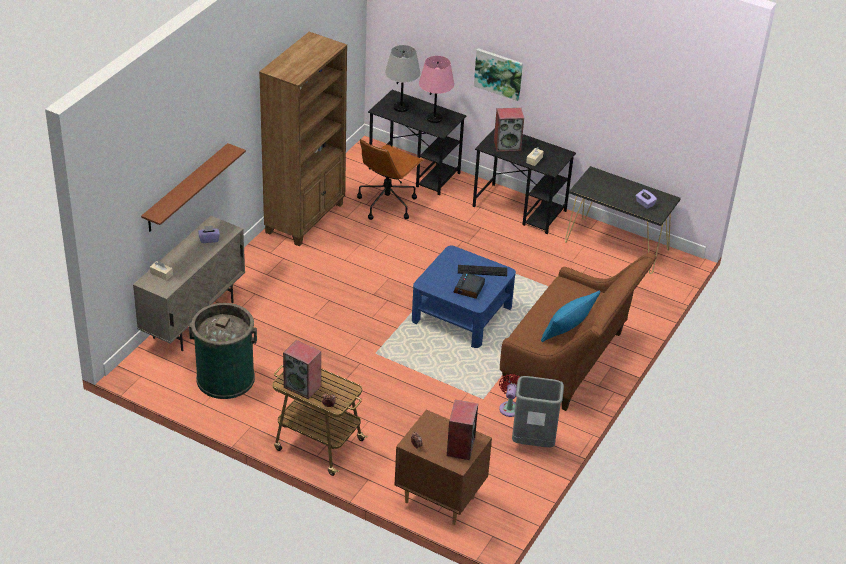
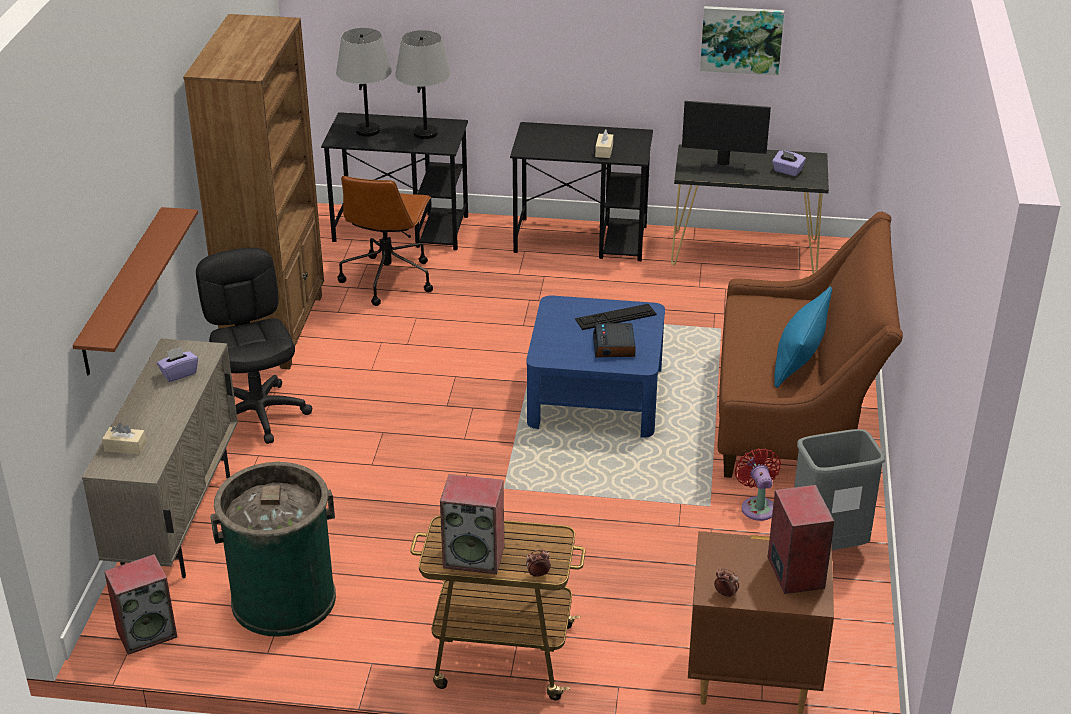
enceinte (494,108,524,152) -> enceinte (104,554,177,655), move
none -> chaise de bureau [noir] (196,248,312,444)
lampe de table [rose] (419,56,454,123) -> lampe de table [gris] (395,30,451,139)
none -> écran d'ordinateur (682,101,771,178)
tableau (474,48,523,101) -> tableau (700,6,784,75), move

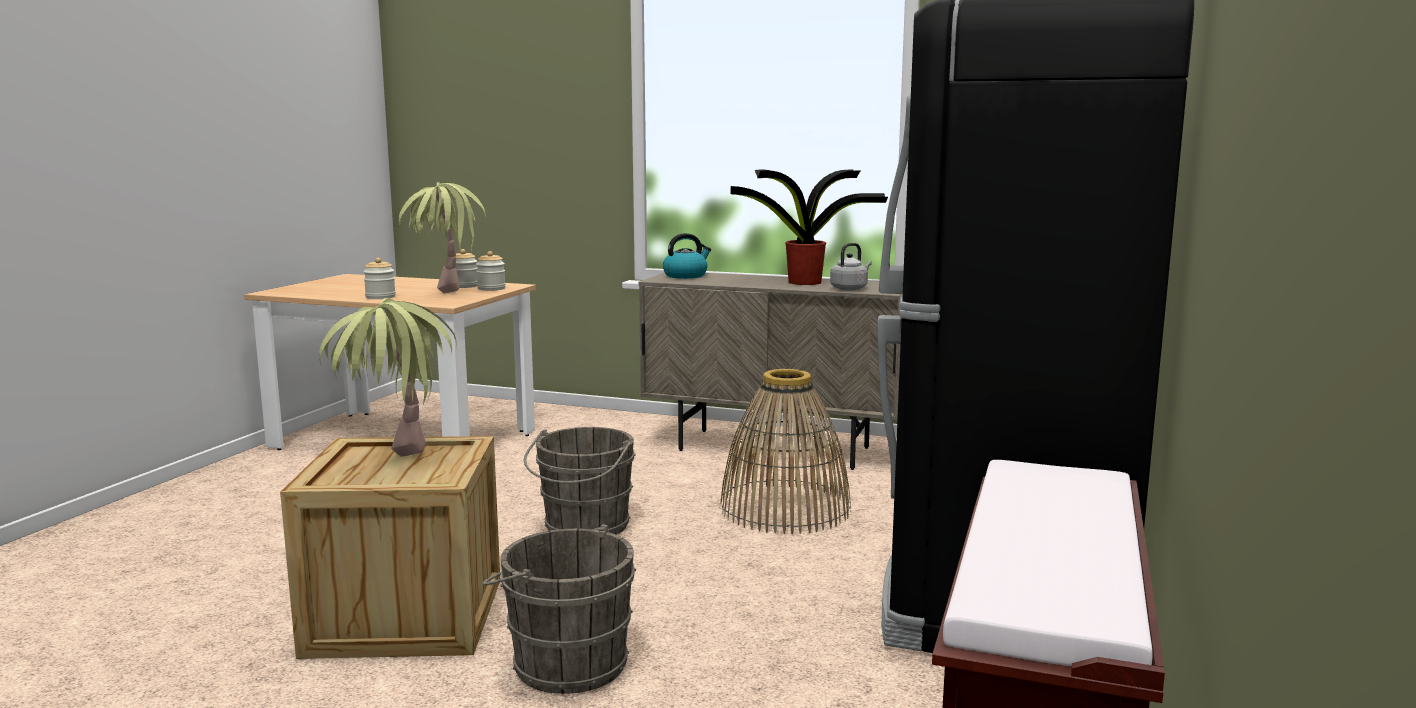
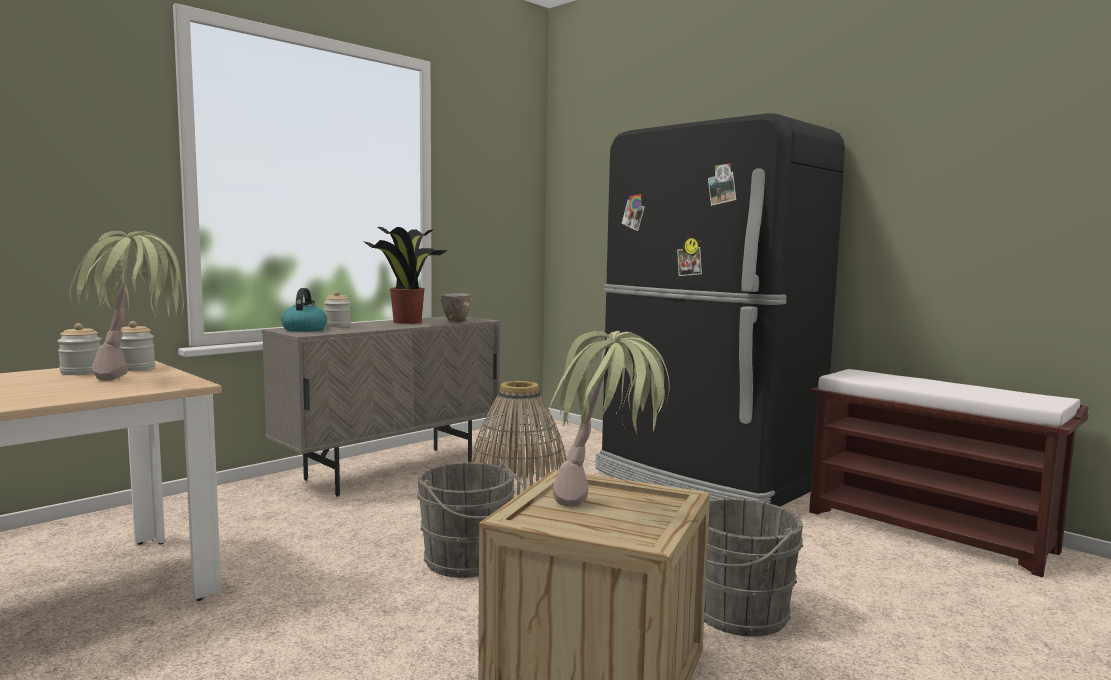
bocal (363,258,396,299) -> bocal (324,291,351,327), move
bouilloire [gris] (830,243,872,290) -> bol (439,293,473,322)

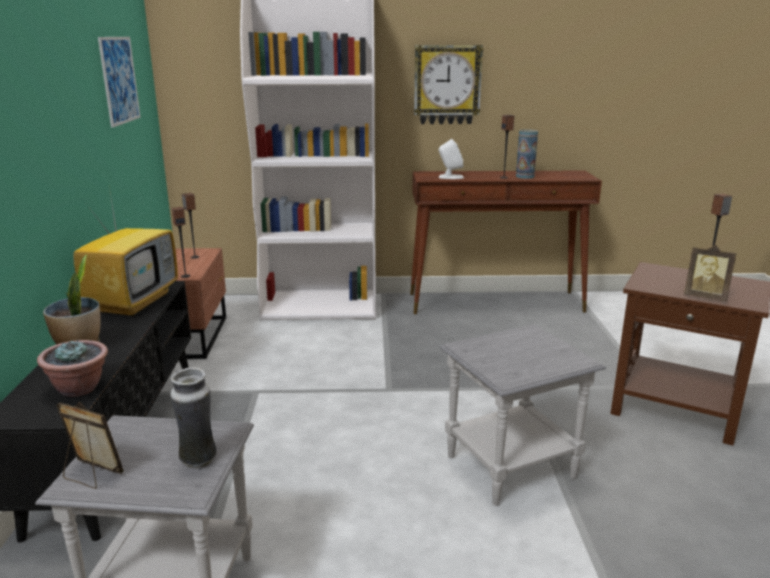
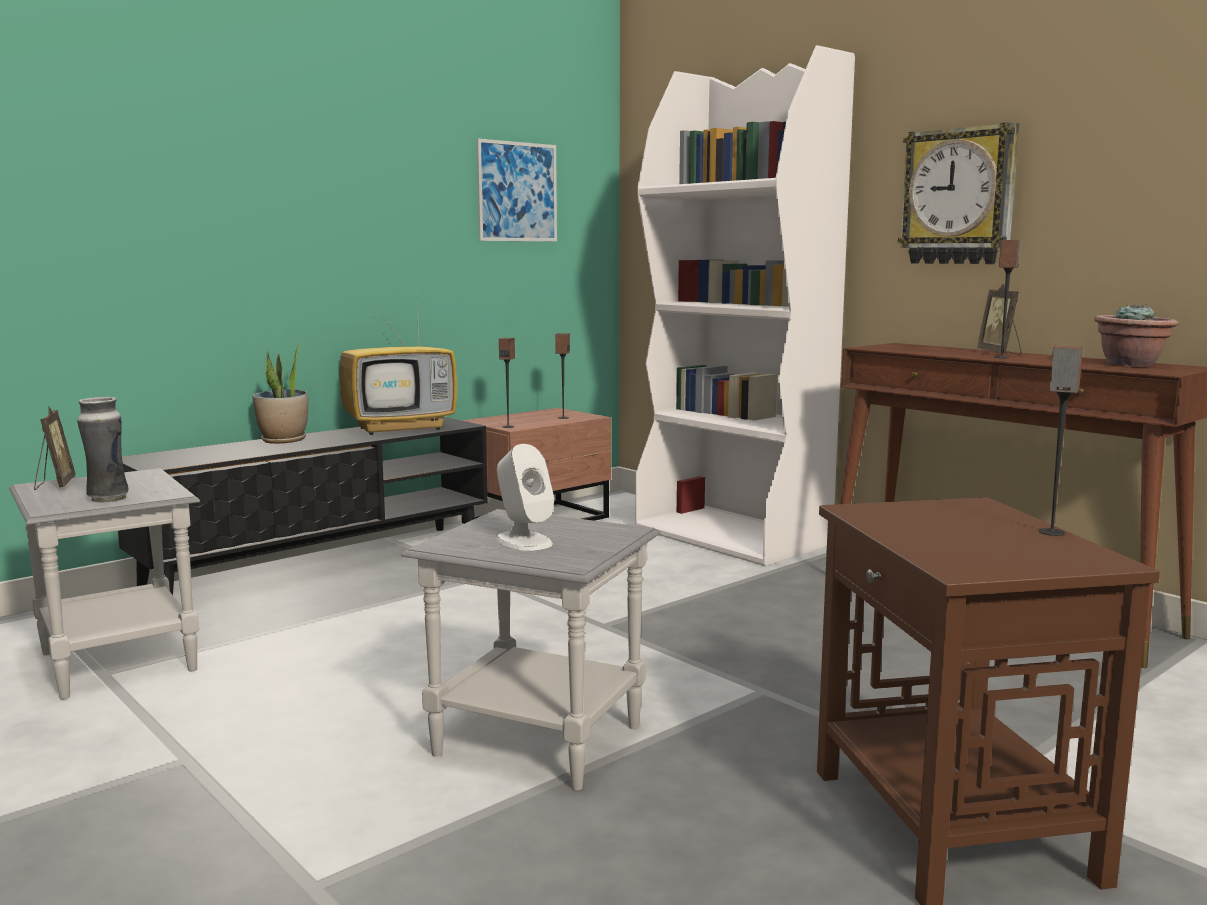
enceinte [blanc] (439,139,464,179) -> enceinte [blanc] (496,444,555,551), move
cadre photo (684,245,736,301) -> cadre photo (977,283,1022,355), move
plante en pot (37,339,108,397) -> plante en pot (1094,304,1178,367), move
vase (516,129,538,179) -> none

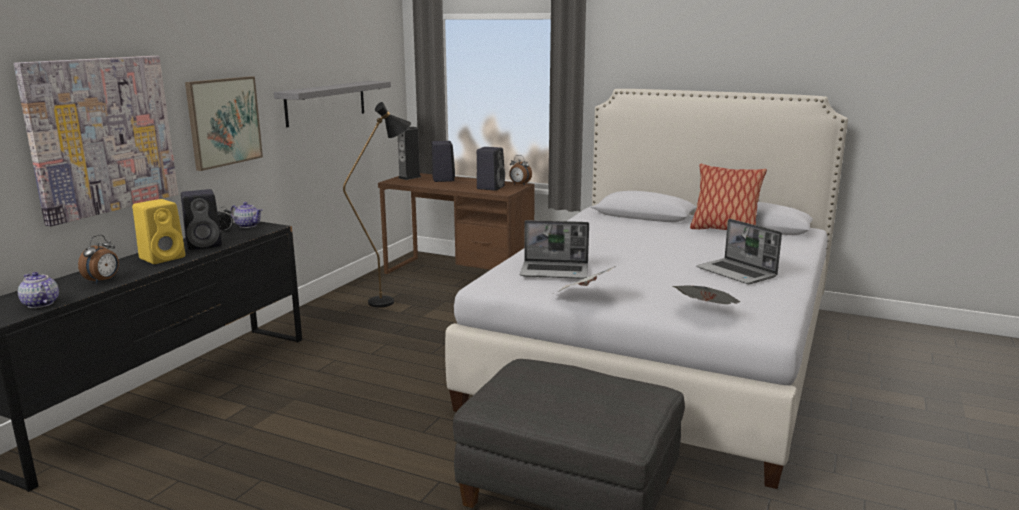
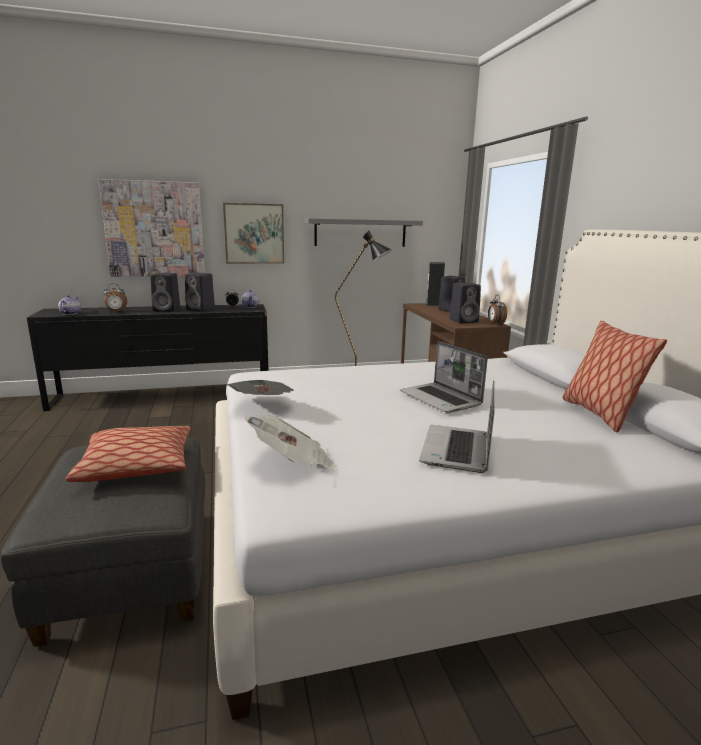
none -> coussin (65,426,191,482)
enceinte [jaune] (132,199,185,264) -> enceinte [noir] (150,273,180,312)
ordinateur portable (520,220,589,279) -> ordinateur portable (400,341,488,413), move

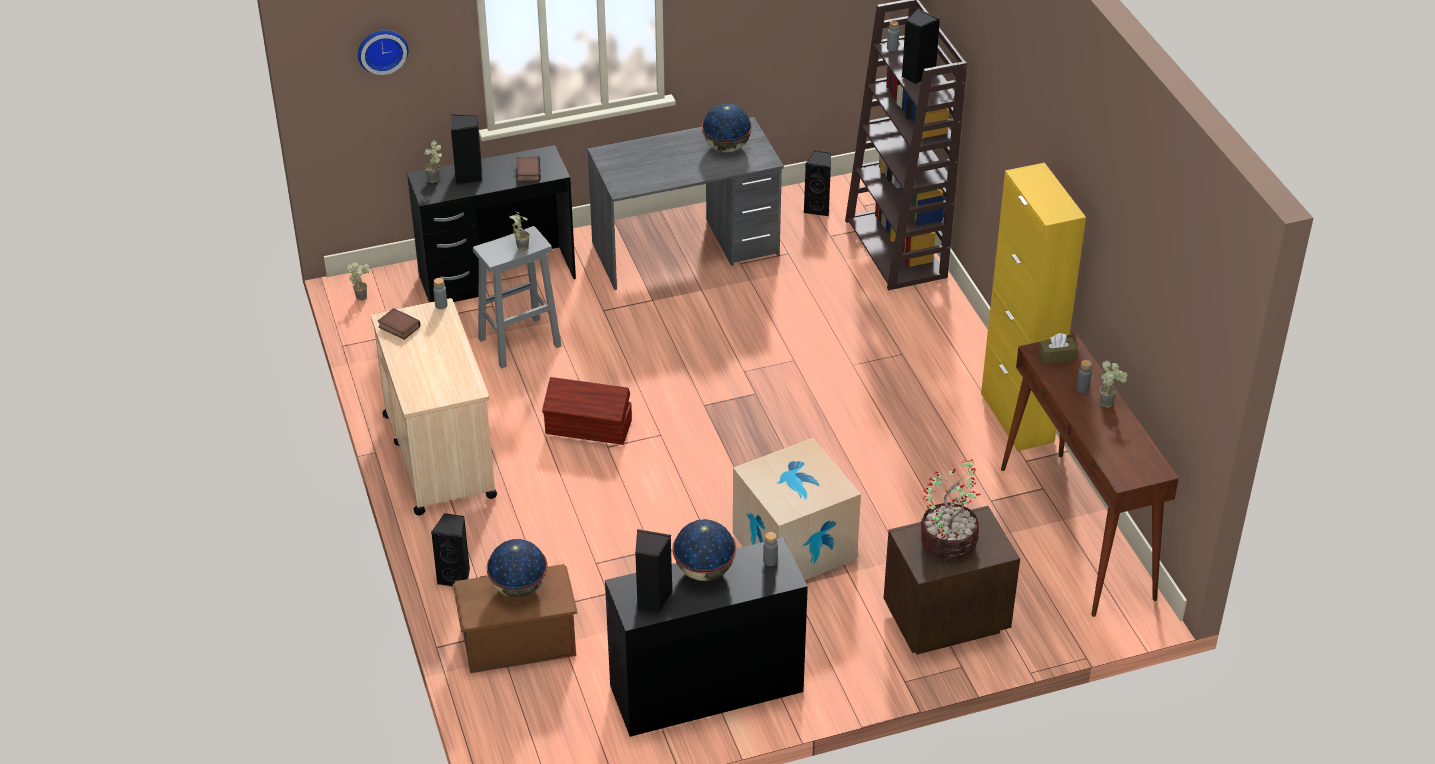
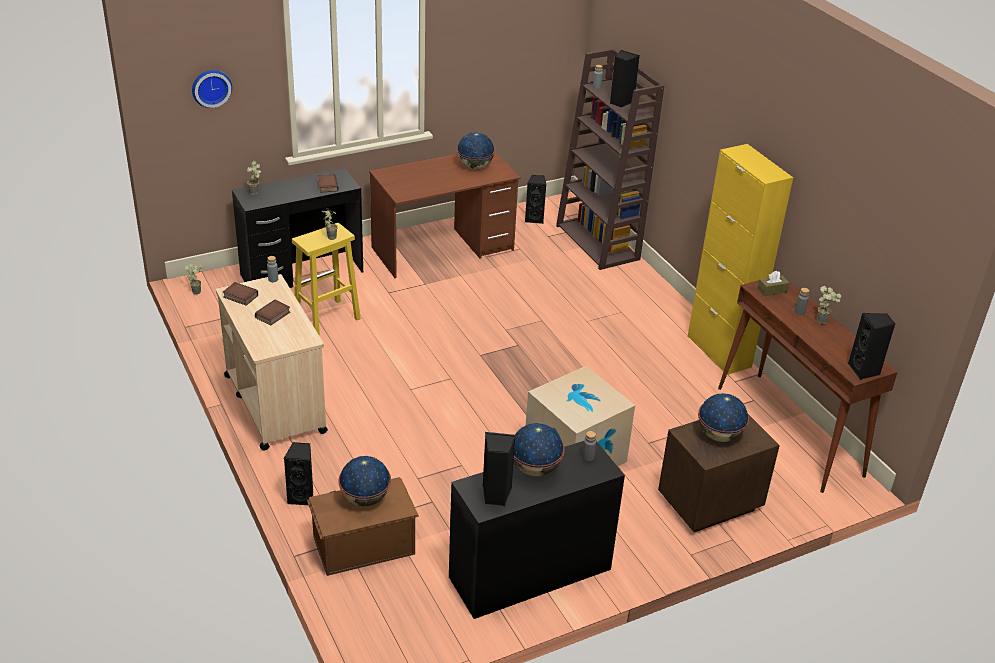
none -> livre (255,300,290,326)
tabouret [gris] (473,226,561,368) -> tabouret [jaune] (292,223,361,336)
bureau [gris] (587,117,784,290) -> bureau [marron] (369,152,521,278)
plante en pot (921,459,981,560) -> globe (698,393,749,442)
enceinte [noir] (451,114,482,185) -> enceinte [noir] (848,313,896,380), move
boîte de rangement [marron] (542,377,632,445) -> none

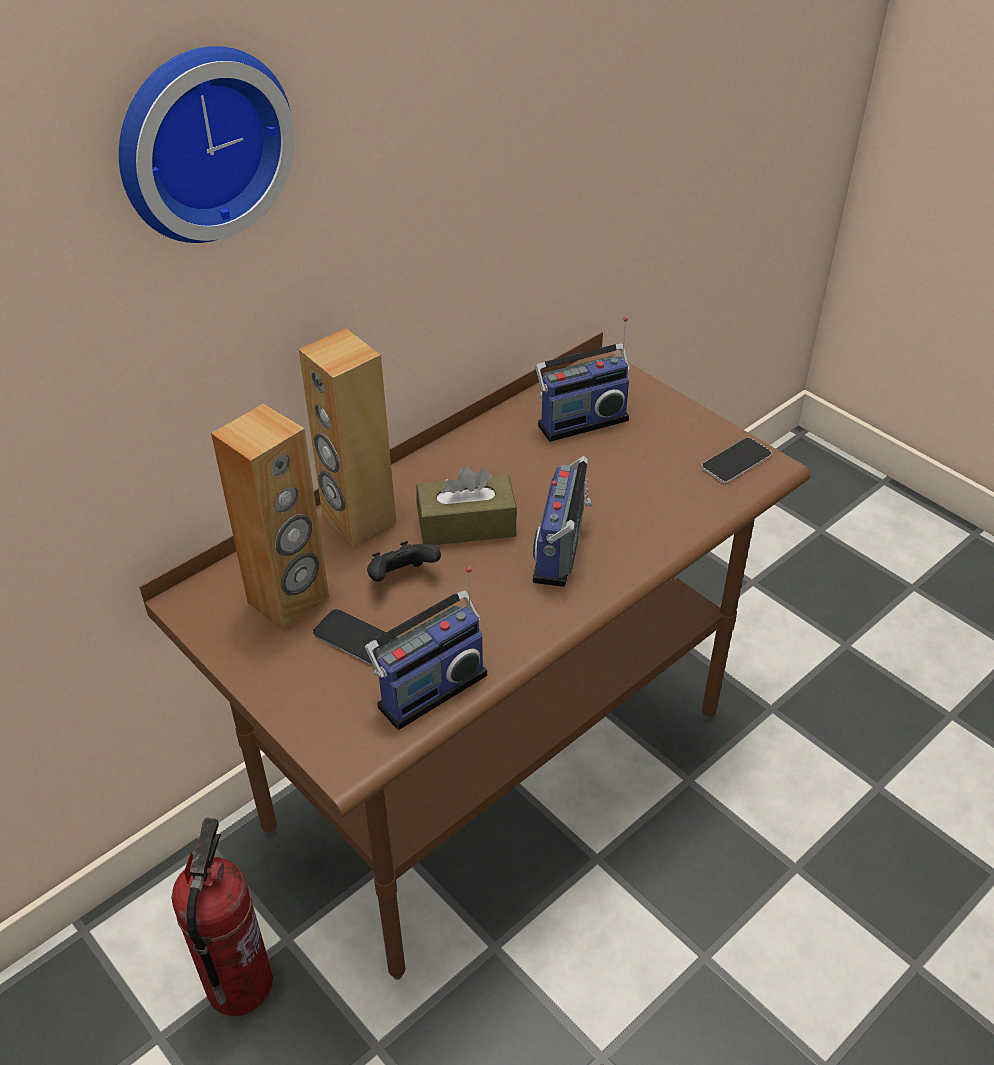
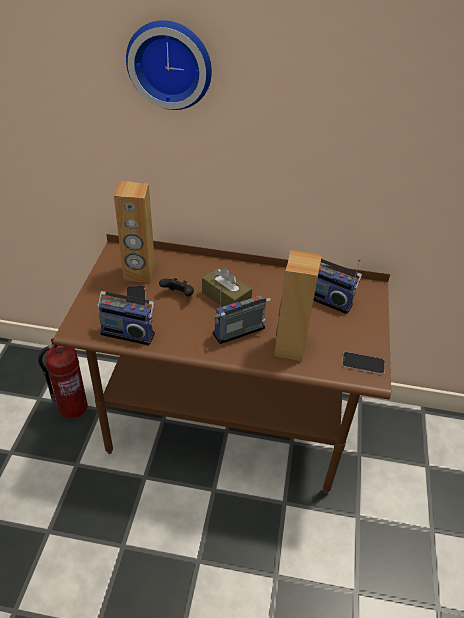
enceinte [marron] (299,328,396,545) -> enceinte [marron] (274,250,322,362), move

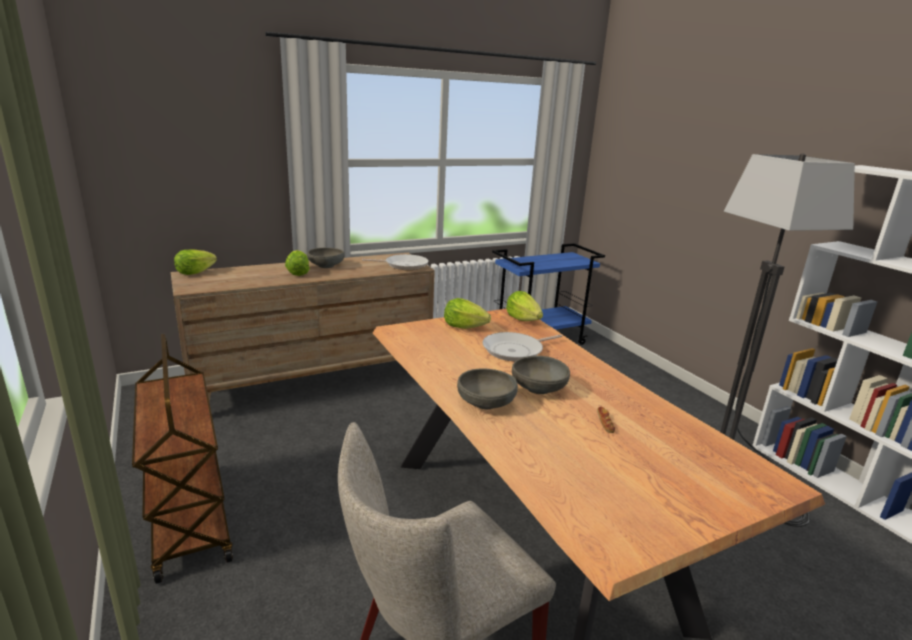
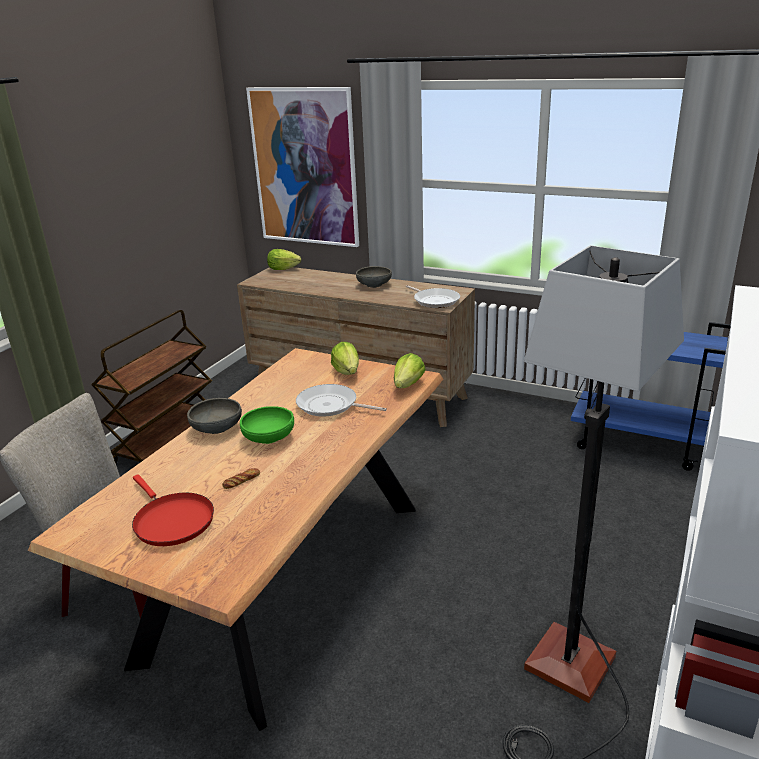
none -> poêle [rouge] (132,474,214,546)
bol [gris] (512,356,570,394) -> bol [vert] (240,406,294,444)
none -> tableau (246,87,359,247)
laitue (285,250,310,276) -> none

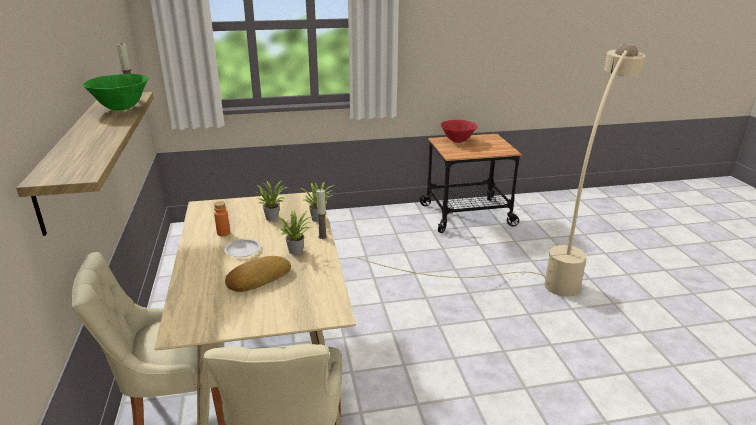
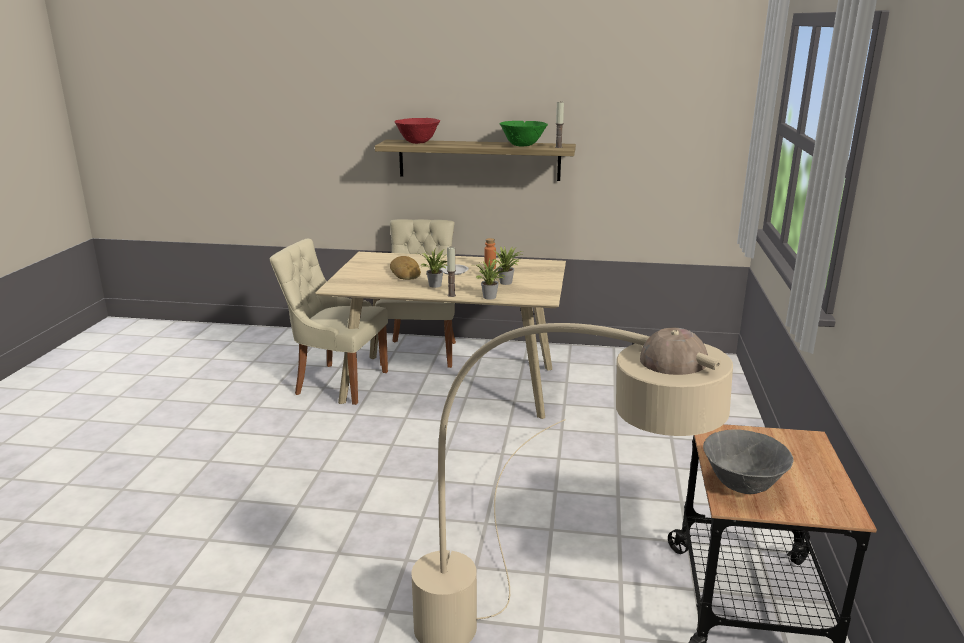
bol [rouge] (441,120,478,143) -> bol [rouge] (394,118,440,144), move
none -> bol [gris] (703,429,794,494)

